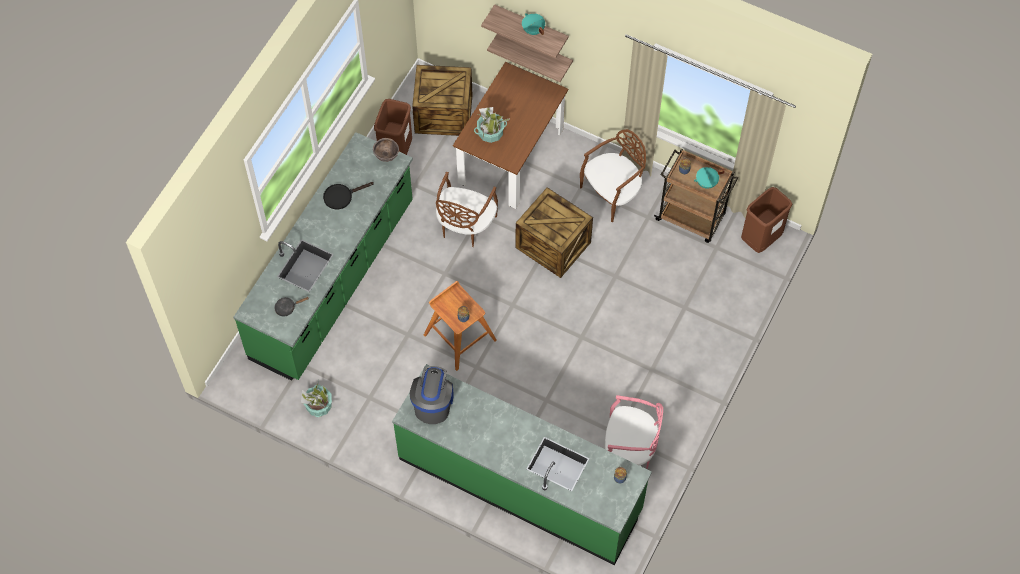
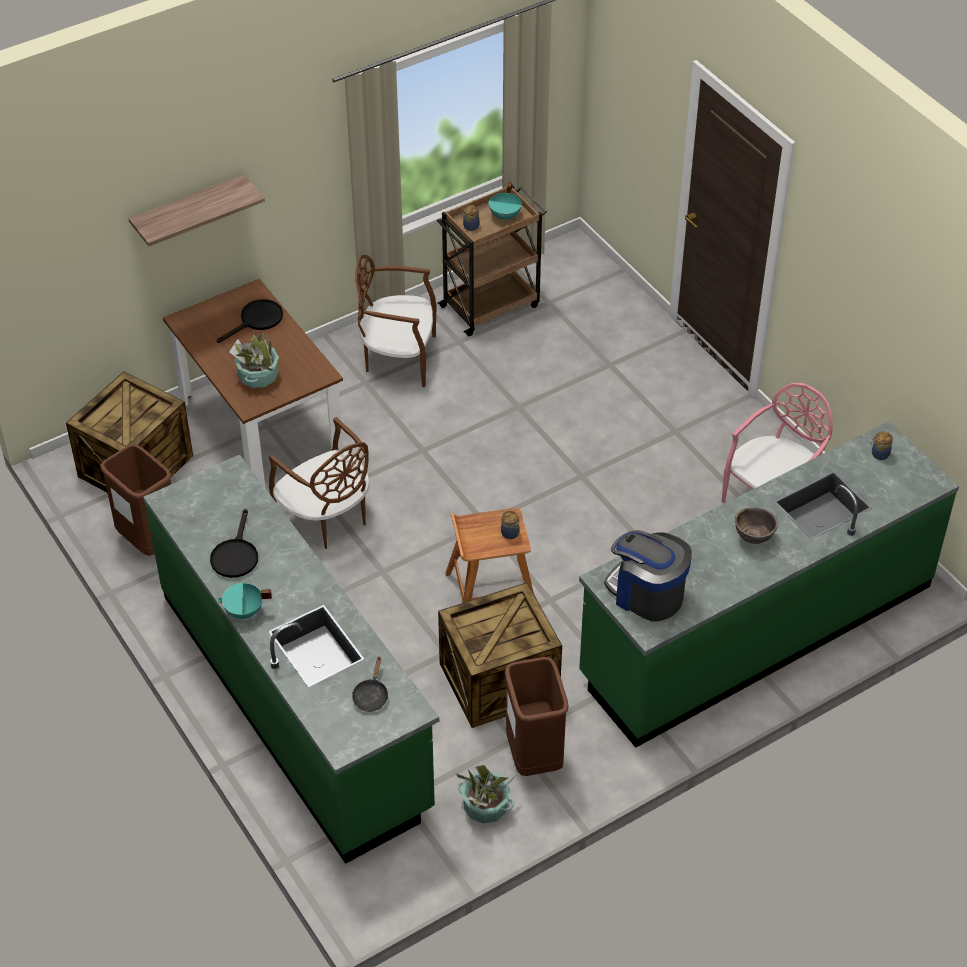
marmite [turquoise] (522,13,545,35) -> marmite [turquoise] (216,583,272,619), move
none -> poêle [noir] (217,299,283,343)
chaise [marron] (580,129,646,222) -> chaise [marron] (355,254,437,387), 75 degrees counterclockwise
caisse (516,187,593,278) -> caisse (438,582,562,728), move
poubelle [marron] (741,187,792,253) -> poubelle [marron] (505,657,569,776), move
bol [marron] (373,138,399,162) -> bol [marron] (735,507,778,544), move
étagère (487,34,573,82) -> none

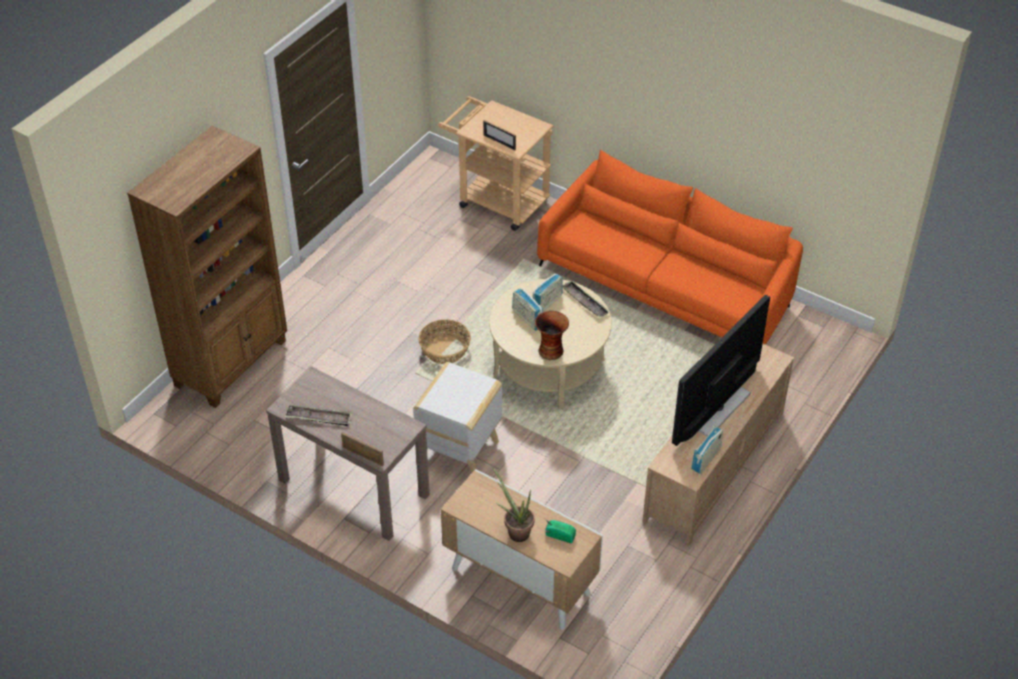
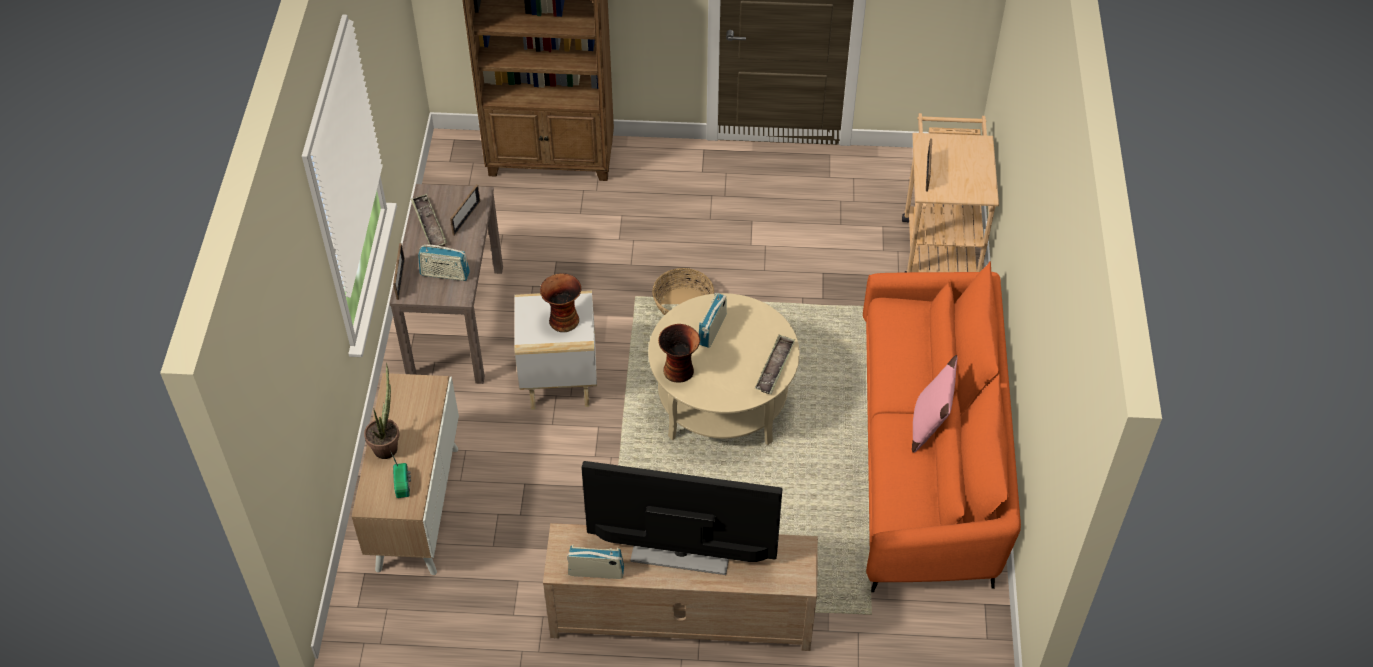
radio (532,273,563,312) -> radio (418,244,470,281), move
none -> cadre photo (450,184,480,236)
none -> vase (540,273,581,332)
none -> coussin [rose] (912,355,958,453)

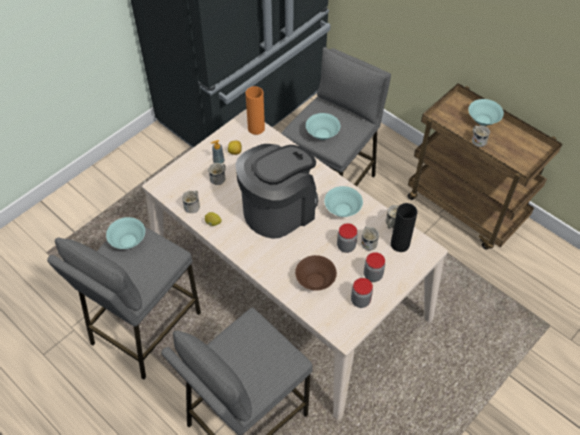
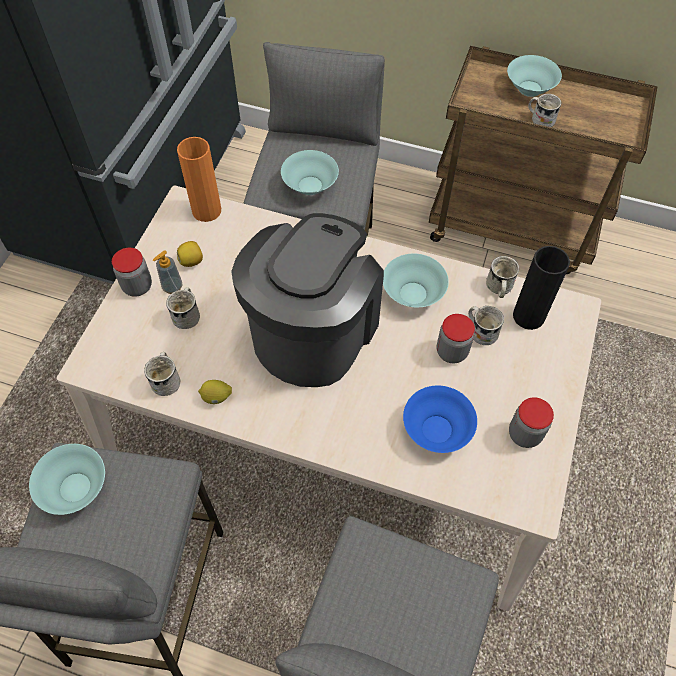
bocal (364,252,385,282) -> bocal (112,248,152,297), move
bol [marron] (295,255,337,291) -> bol [bleu] (403,386,477,453)

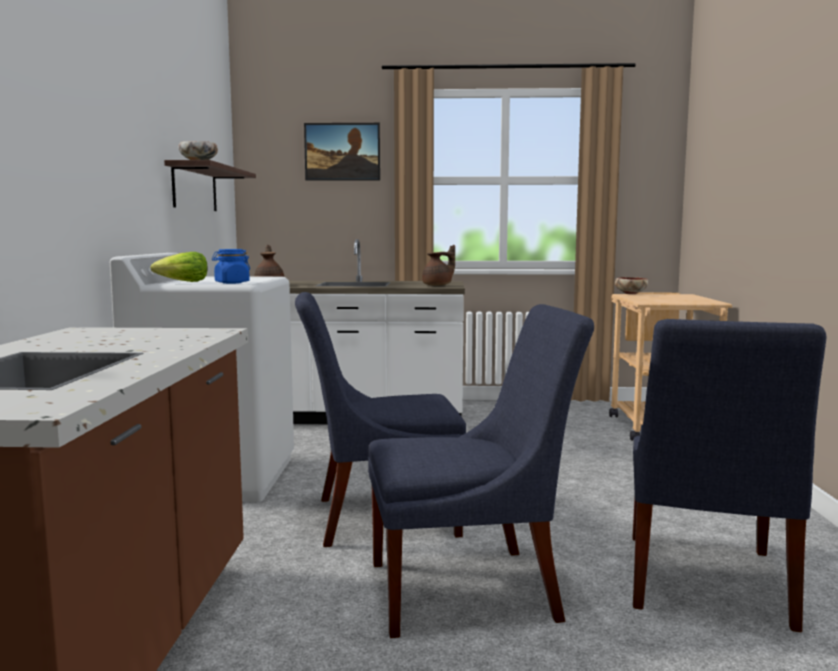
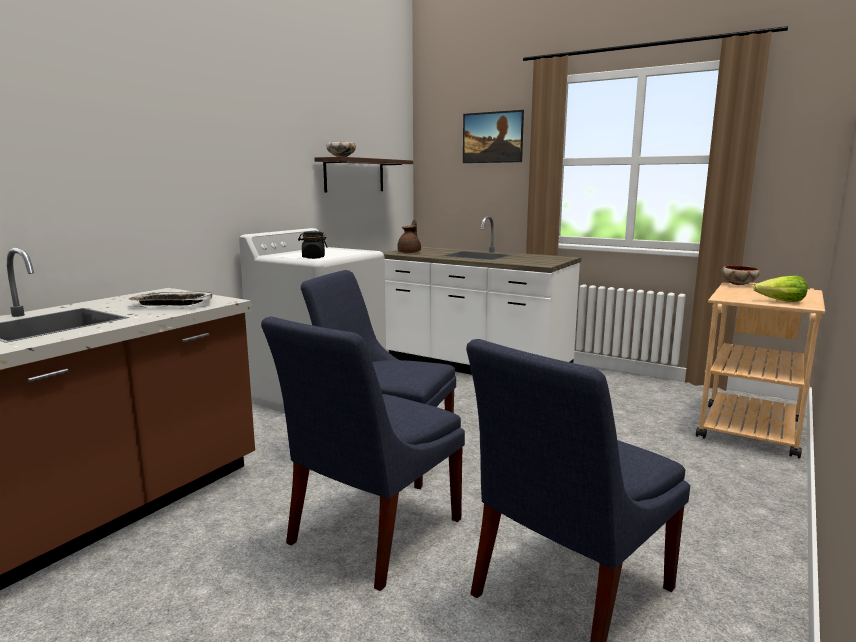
none -> plateau (129,292,212,306)
chaise [bleu] (368,304,594,638) -> chaise [bleu] (261,317,465,591), 105 degrees clockwise
bocal [bleu] (212,249,250,284) -> bocal [noir] (298,231,327,259)
laitue (150,252,207,282) -> laitue (753,275,808,302), move
théière [marron] (422,245,455,286) -> none

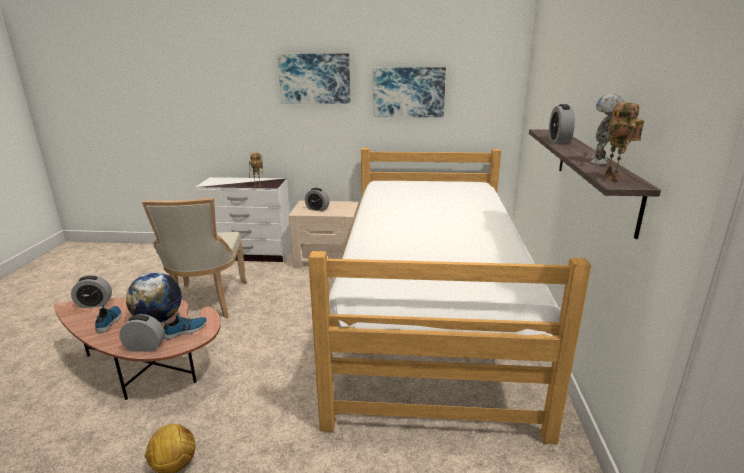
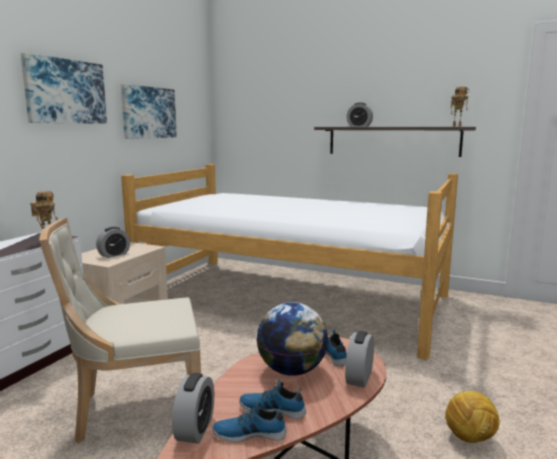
chaise [beige] (142,198,247,318) -> chaise [beige] (39,218,201,443), 150 degrees clockwise
none -> chaussure (213,400,287,442)
robot jouet (590,94,625,165) -> none

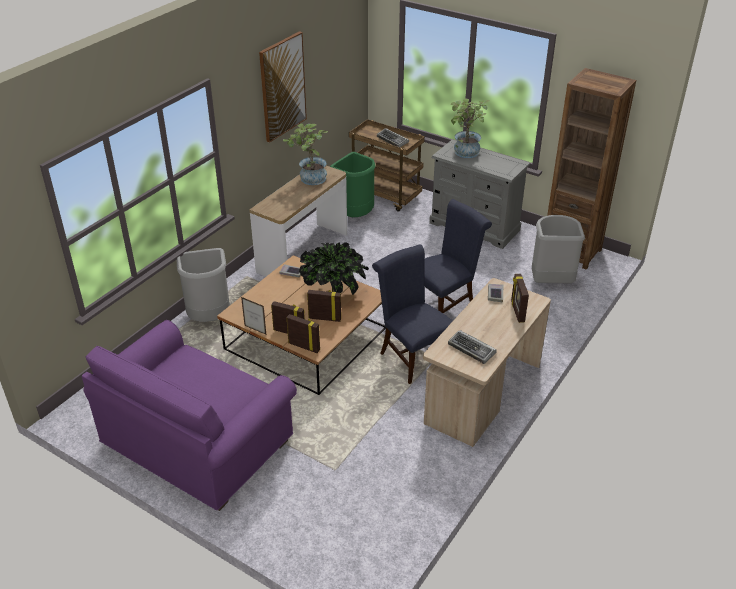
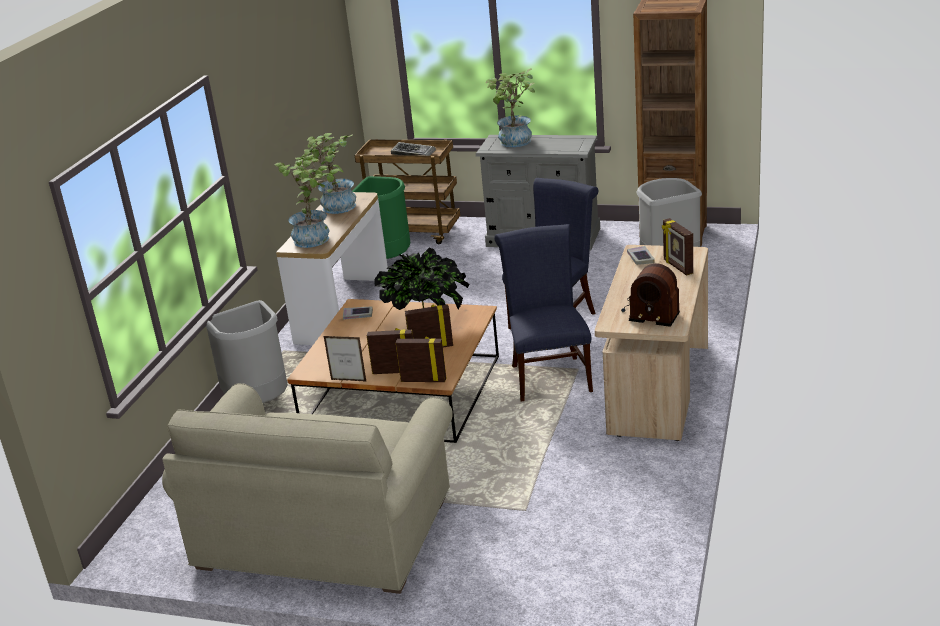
canapé [violet] (82,320,297,511) -> canapé [beige] (162,383,453,594)
none -> plante en pot (274,154,339,248)
chaise [bleu] (372,244,453,384) -> chaise [bleu] (494,224,593,402), 45 degrees clockwise
clavier (448,330,497,364) -> radio (621,263,680,327)
tableau (259,31,307,143) -> none

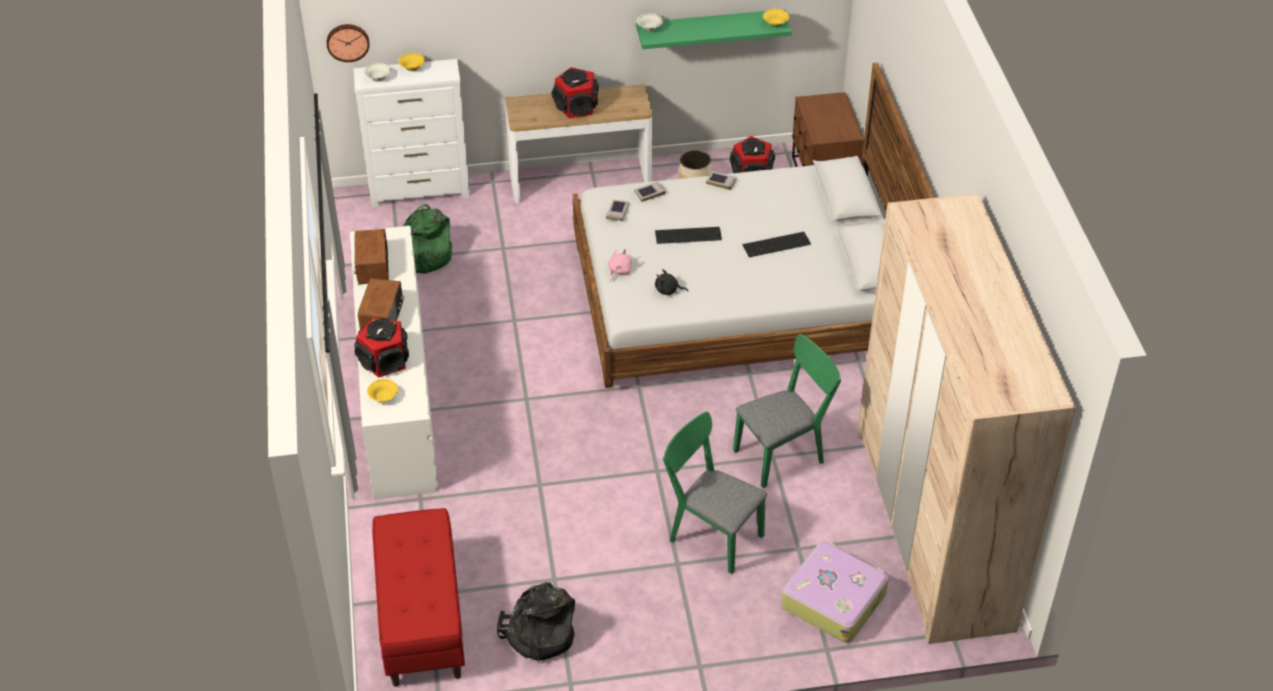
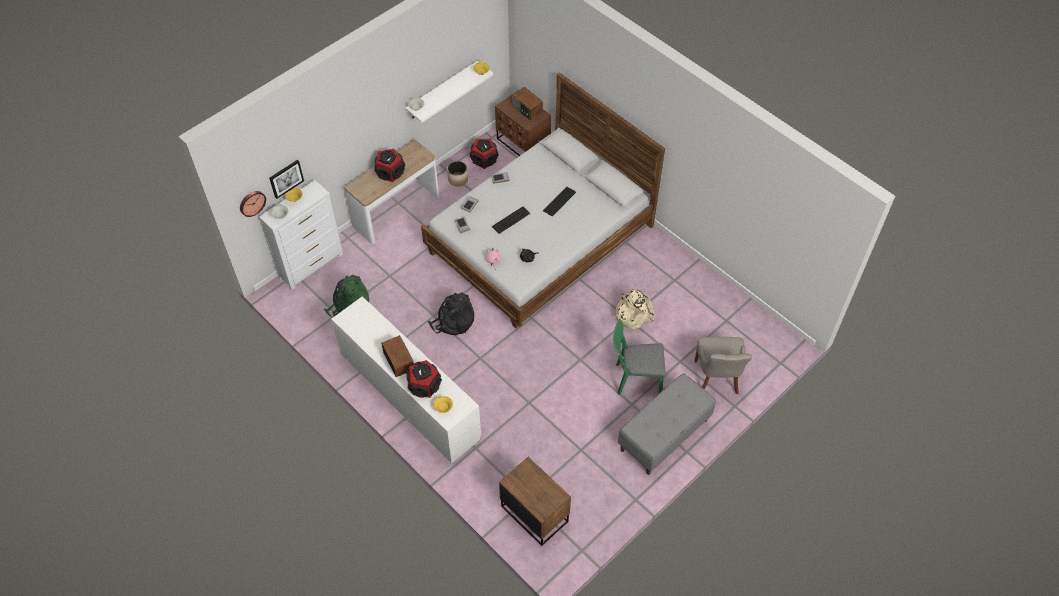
none -> tableau (269,160,304,199)
étagère [vert] (636,9,792,49) -> étagère [blanc] (405,61,493,123)
sac à dos [noir] (497,582,575,661) -> sac à dos [noir] (428,292,474,336), move
banc [rouge] (372,508,465,687) -> table de chevet [marron] (499,457,571,546)
radio (354,229,389,284) -> radio (512,87,543,120), move
chaise [vert] (733,334,841,488) -> sac à dos [beige] (614,290,654,329)
none -> banc [gris] (618,373,716,475)
valise (782,542,889,643) -> chaise [gris] (694,337,752,394)
armoire [beige] (857,193,1076,644) -> none

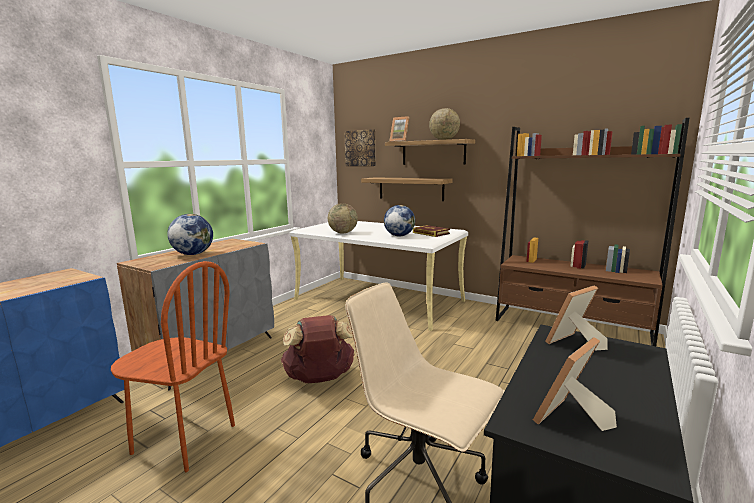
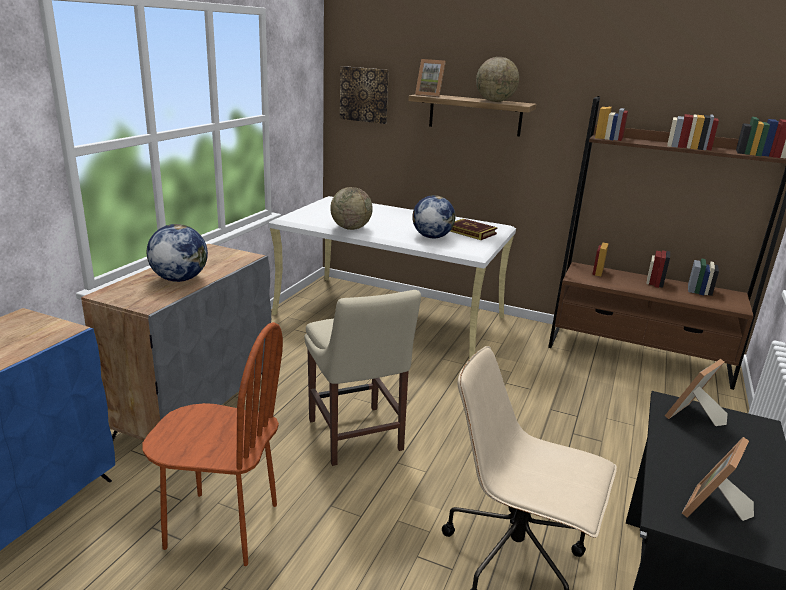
sac à dos [marron] (281,315,355,383) -> chaise [beige] (304,290,421,466)
étagère (361,177,453,201) -> none

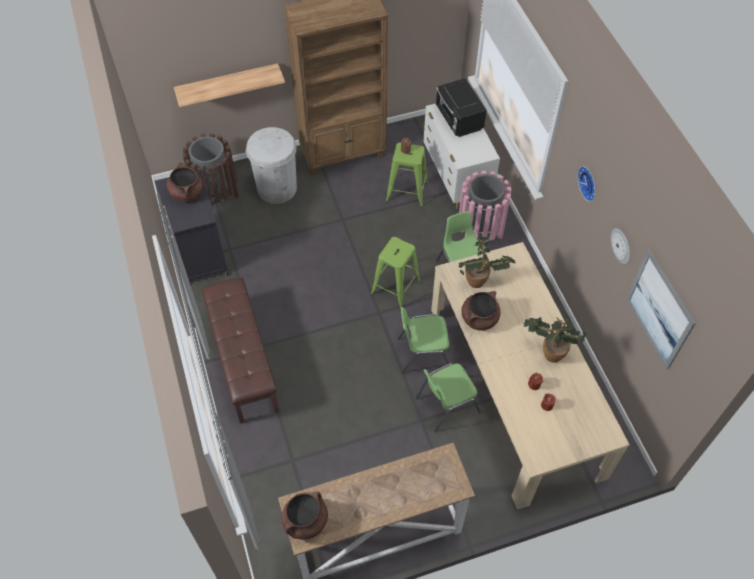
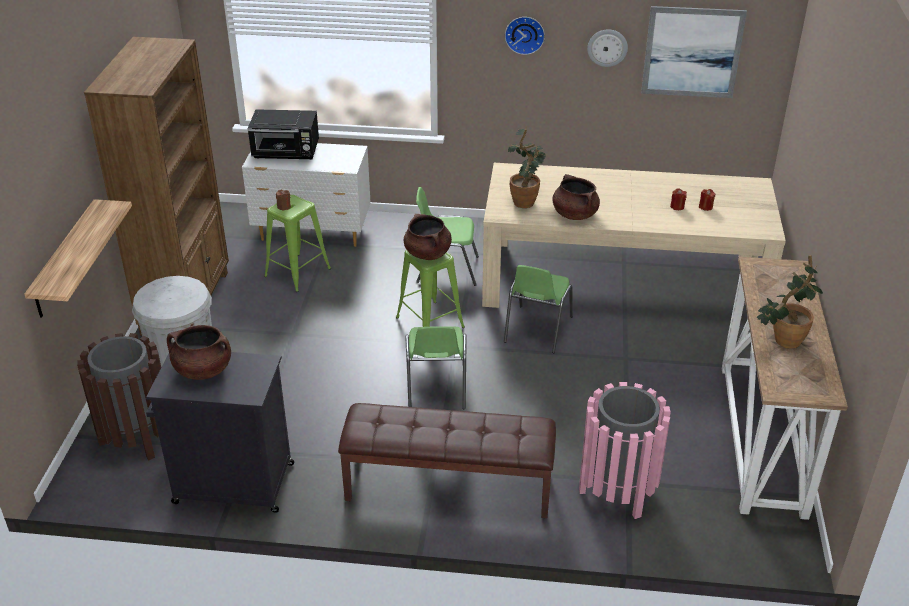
marmite [marron] (282,492,328,540) -> marmite [marron] (404,214,452,260), move
chaise [vert] (416,363,481,432) -> chaise [vert] (406,326,467,409), move
poubelle [rose] (459,171,511,240) -> poubelle [rose] (579,382,671,519), move
plante en pot (523,317,586,363) -> plante en pot (757,255,823,349), move

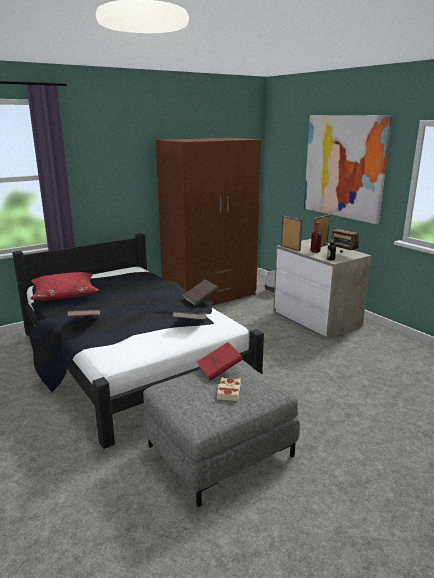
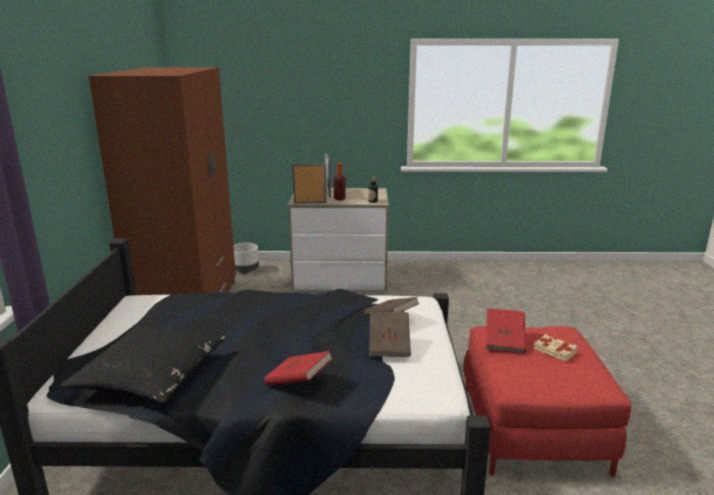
coussin [rouge] (30,272,99,300) -> coussin [noir] (60,326,226,403)
livre [marron] (183,280,219,306) -> livre [marron] (369,311,411,357), move
pouf [gris] (143,360,300,507) -> pouf [rouge] (463,326,631,477)
tableau (304,115,393,224) -> none
radio (331,229,359,253) -> none

